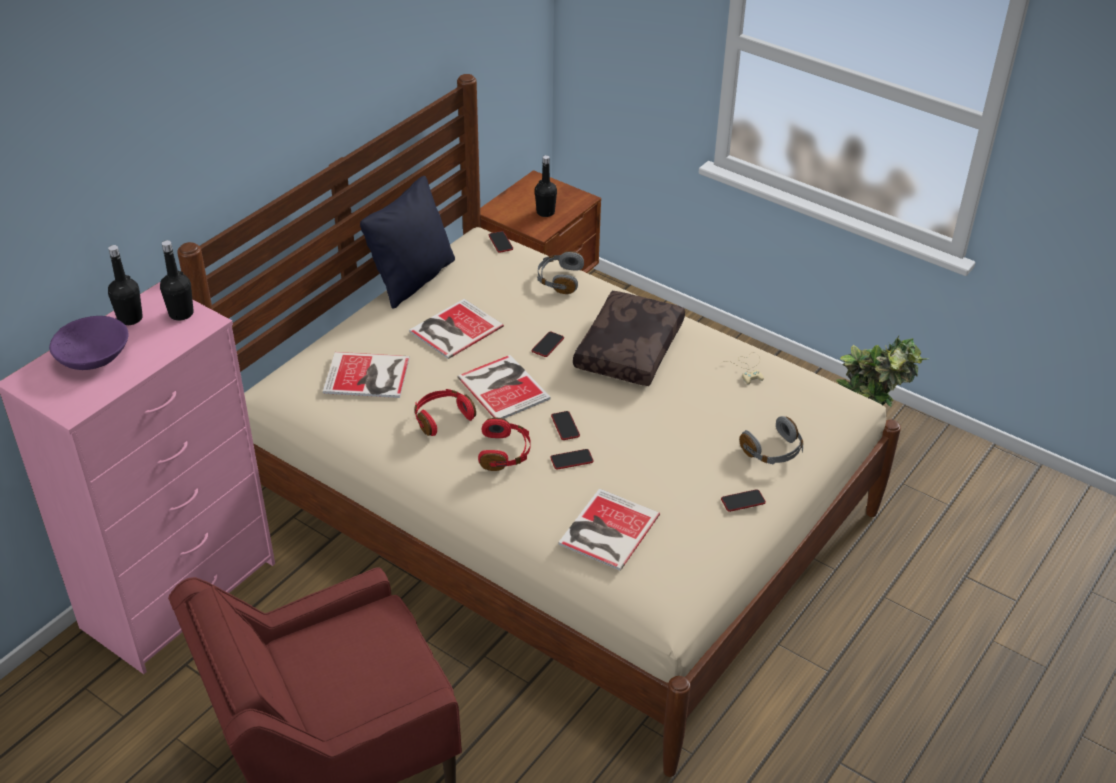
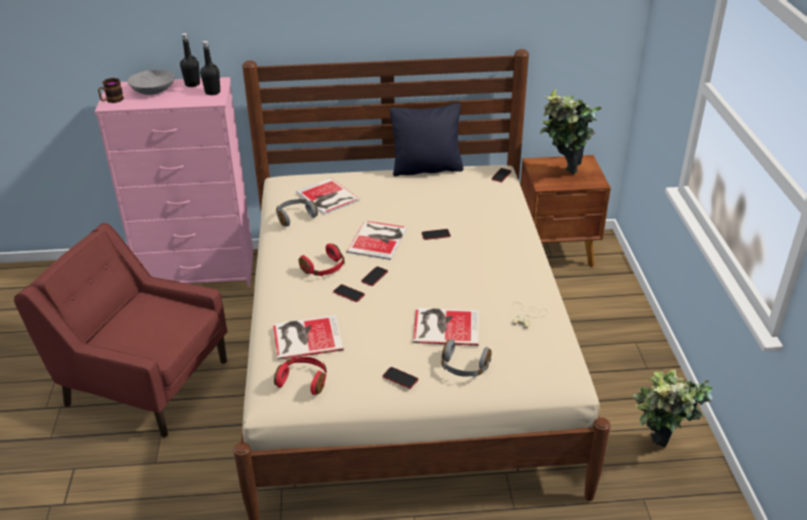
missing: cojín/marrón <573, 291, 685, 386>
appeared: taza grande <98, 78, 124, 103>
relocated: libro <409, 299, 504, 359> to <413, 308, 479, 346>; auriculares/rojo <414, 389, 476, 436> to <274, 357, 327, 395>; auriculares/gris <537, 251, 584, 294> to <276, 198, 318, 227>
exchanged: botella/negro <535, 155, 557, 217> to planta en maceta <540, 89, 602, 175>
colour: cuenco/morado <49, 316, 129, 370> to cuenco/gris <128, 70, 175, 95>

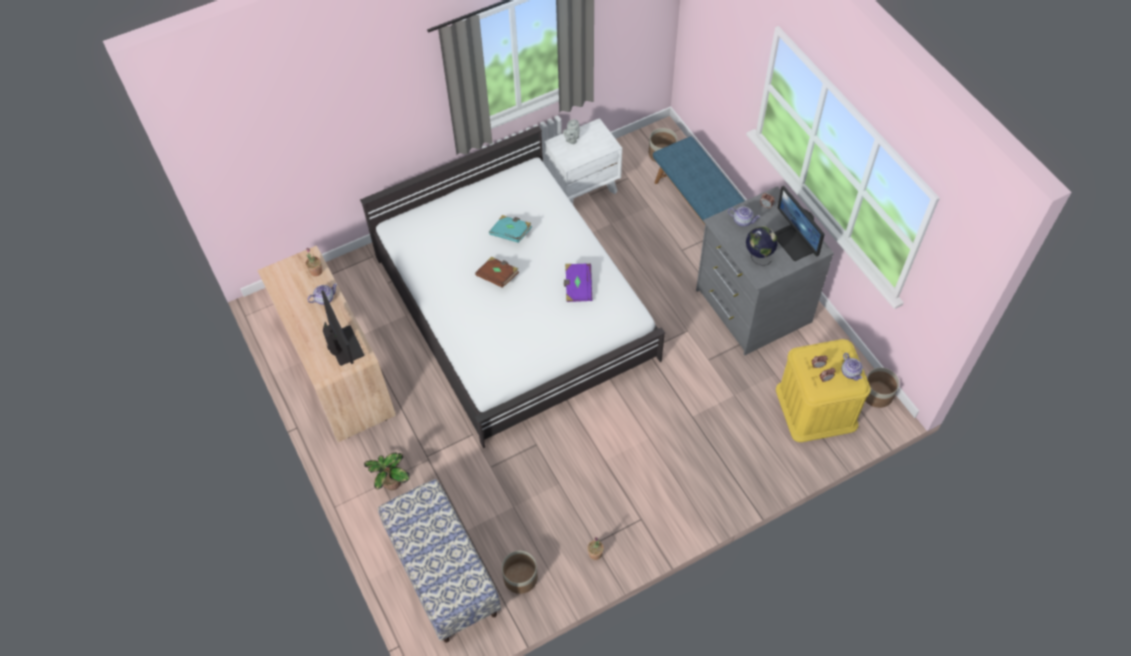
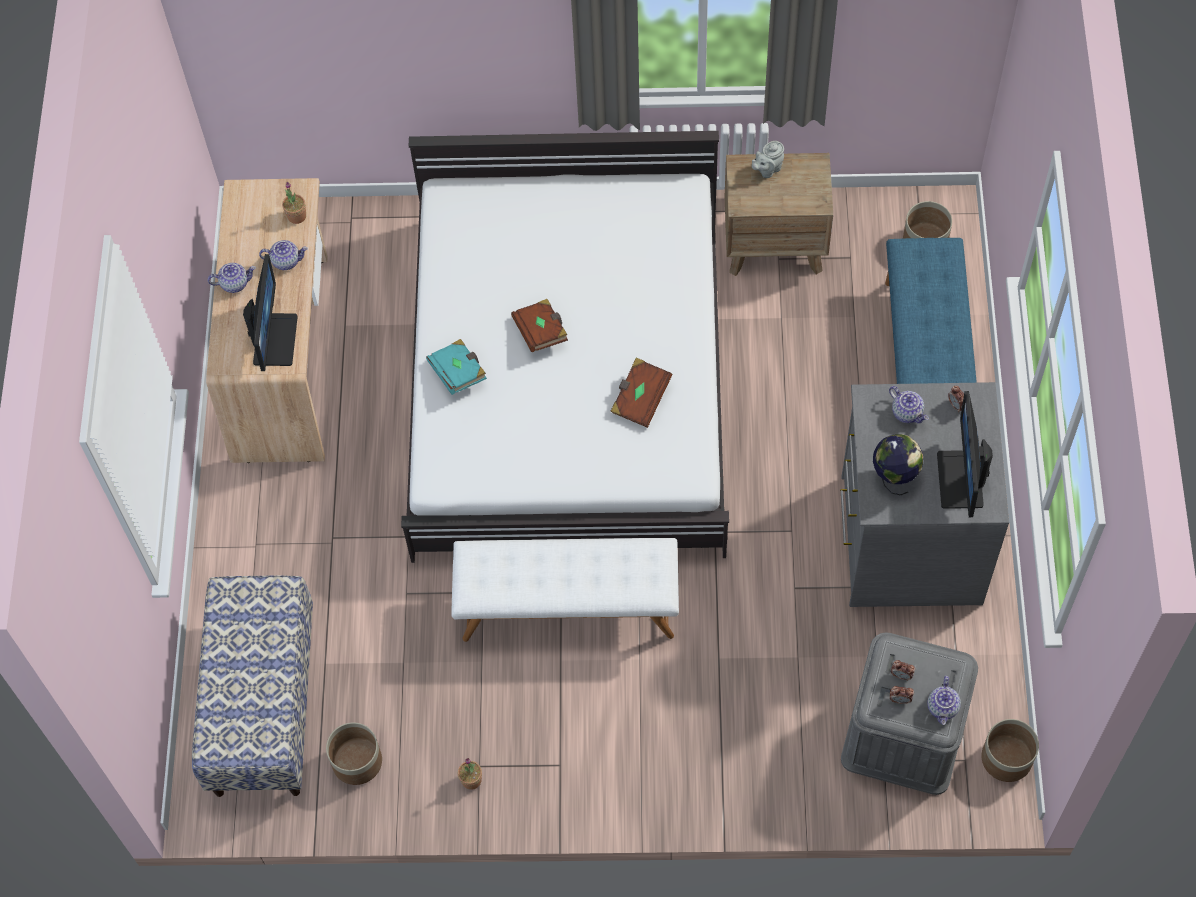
missing: planta en maceta <364, 452, 410, 490>
appeared: tetera <207, 263, 256, 293>; banco/blanco <451, 538, 679, 642>
relocated: libro/turquesa <489, 215, 532, 243> to <426, 339, 487, 395>
colour: mesita de noche/blanco <544, 118, 622, 204> to mesita de noche/marrón <725, 153, 833, 276>; libro/morado <564, 263, 592, 302> to libro/marrón <611, 358, 673, 428>; caja de almacenaje/amarillo <776, 339, 871, 442> to caja de almacenaje/gris <841, 632, 978, 795>

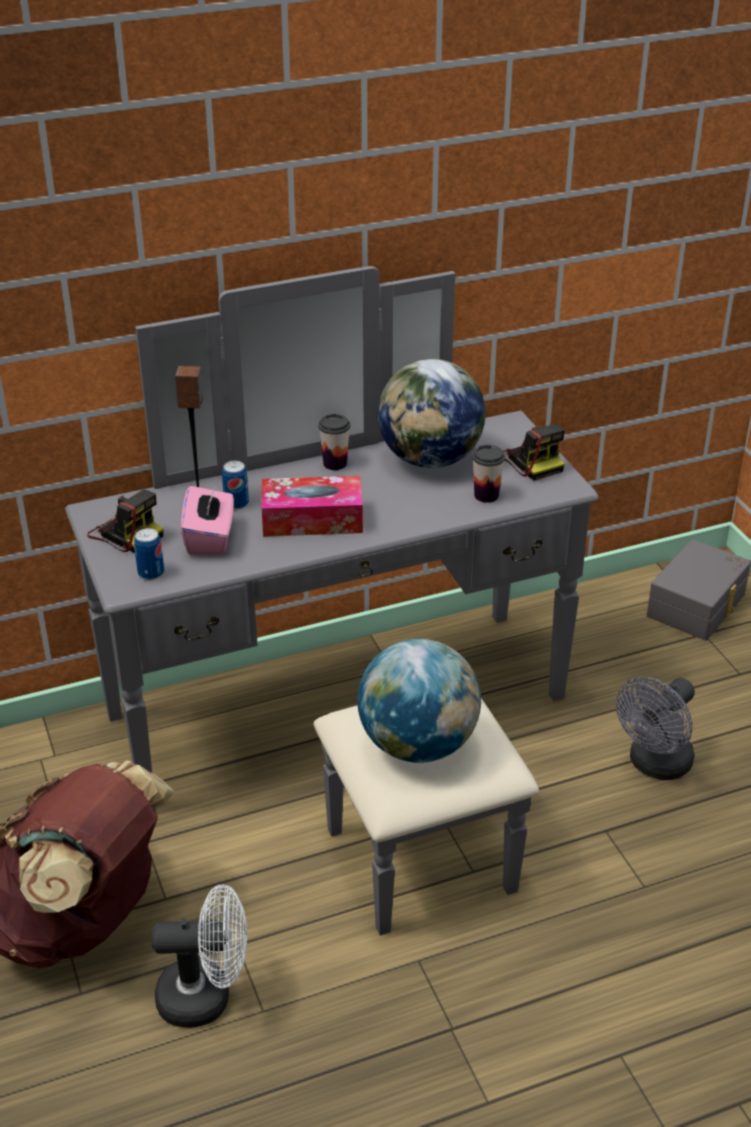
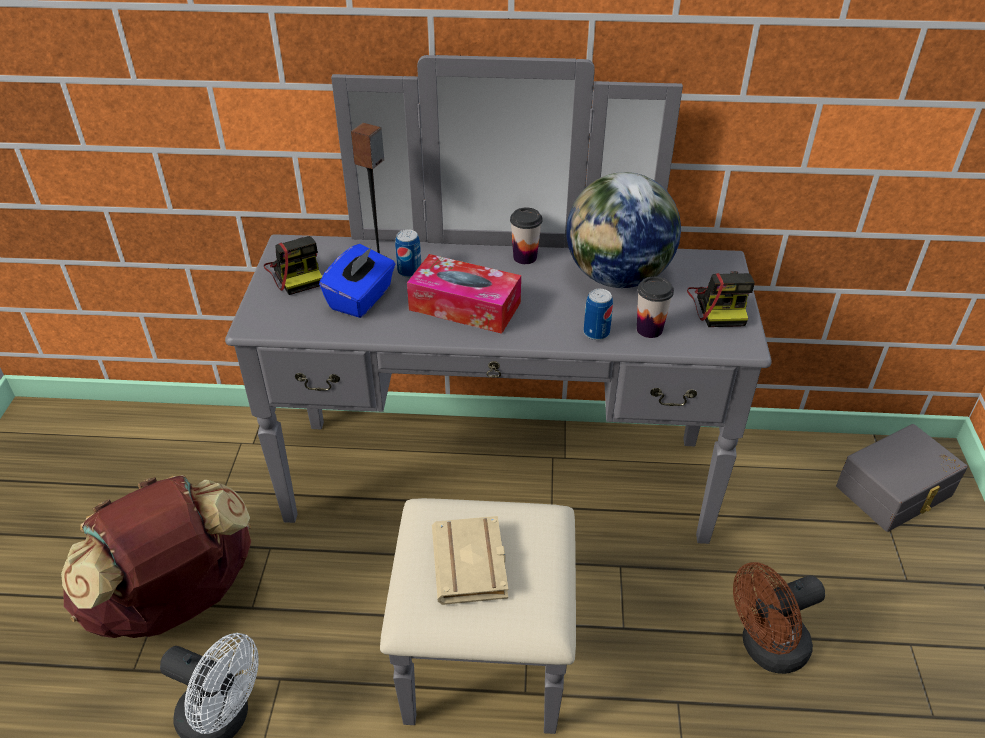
relocated: lata <134, 528, 164, 580> to <584, 289, 613, 340>
exchanged: globo terráqueo <358, 639, 481, 763> to libro/beis <432, 516, 508, 605>
colour: caja de pañuelos/rosa <181, 486, 234, 555> to caja de pañuelos/azul <319, 244, 395, 318>; ventilador/gris <616, 677, 695, 780> to ventilador/marrón <733, 562, 825, 674>

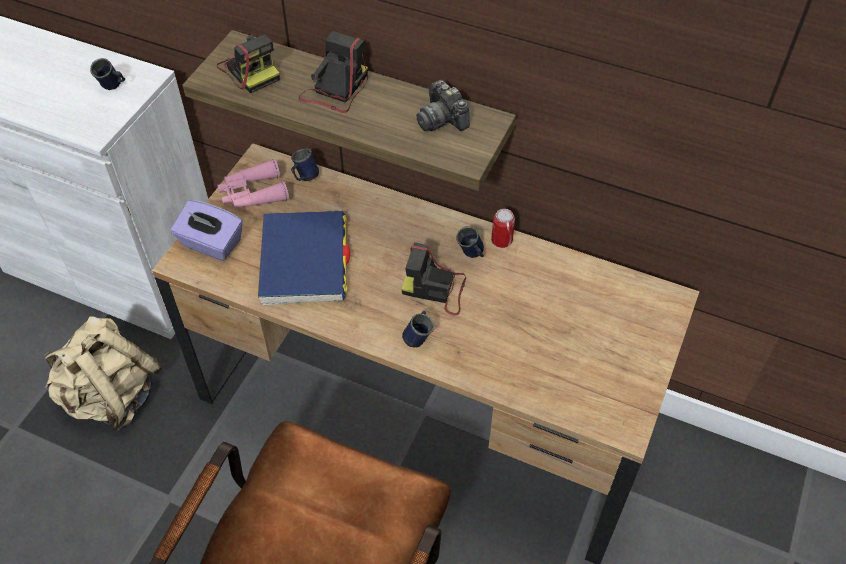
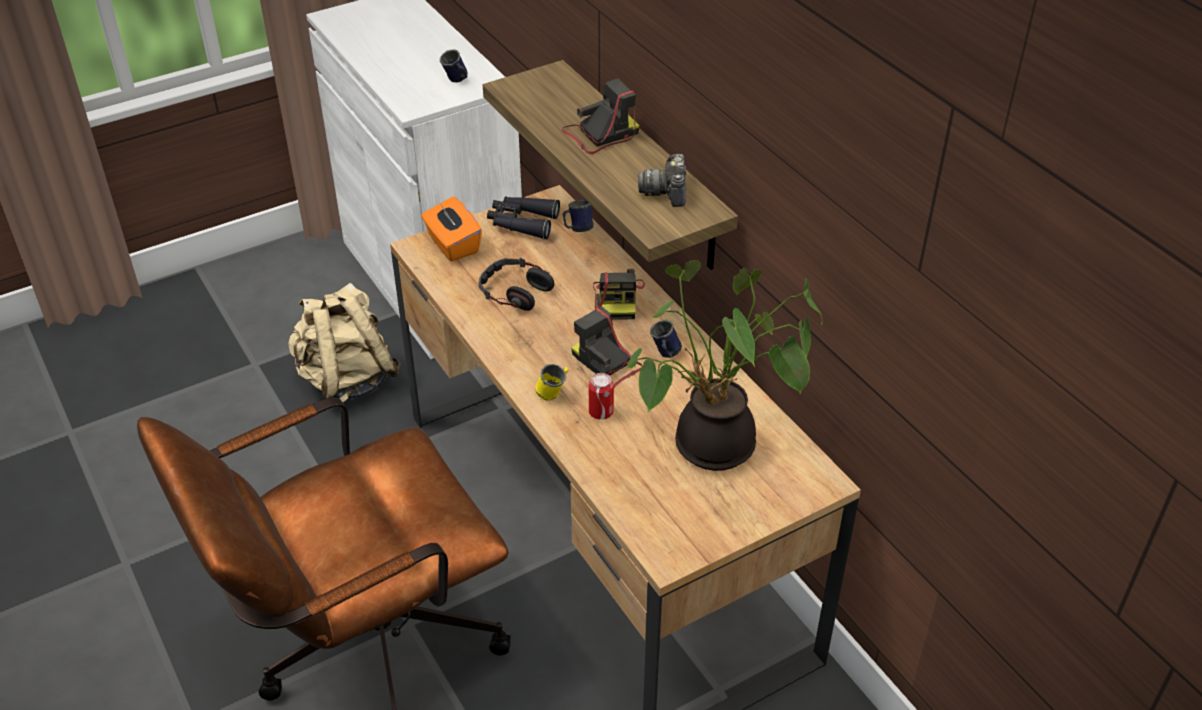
appeared: planta en maceta <627, 260, 823, 471>
relocated: cámara <217, 35, 280, 93> to <593, 269, 645, 320>; lata <491, 209, 515, 248> to <589, 373, 614, 420>
exchanged: libro/azul <258, 211, 350, 306> to auriculares <479, 258, 554, 311>
colour: caja de pañuelos/morado <171, 200, 243, 261> to caja de pañuelos/naranja <421, 197, 482, 261>; prismáticos/rosa <218, 159, 289, 209> to prismáticos/negro <487, 196, 560, 240>; taza grande/azul <402, 311, 434, 347> to taza grande/amarillo <536, 364, 568, 401>

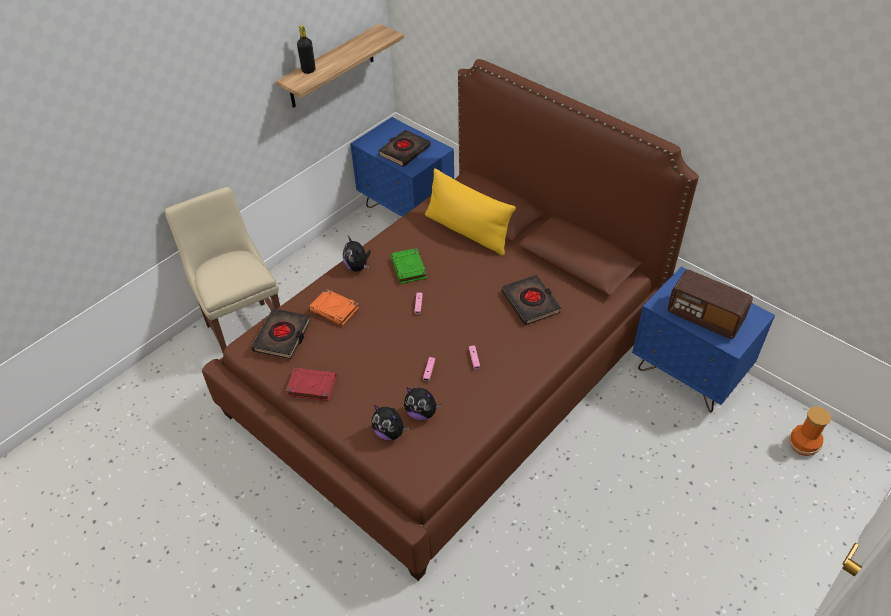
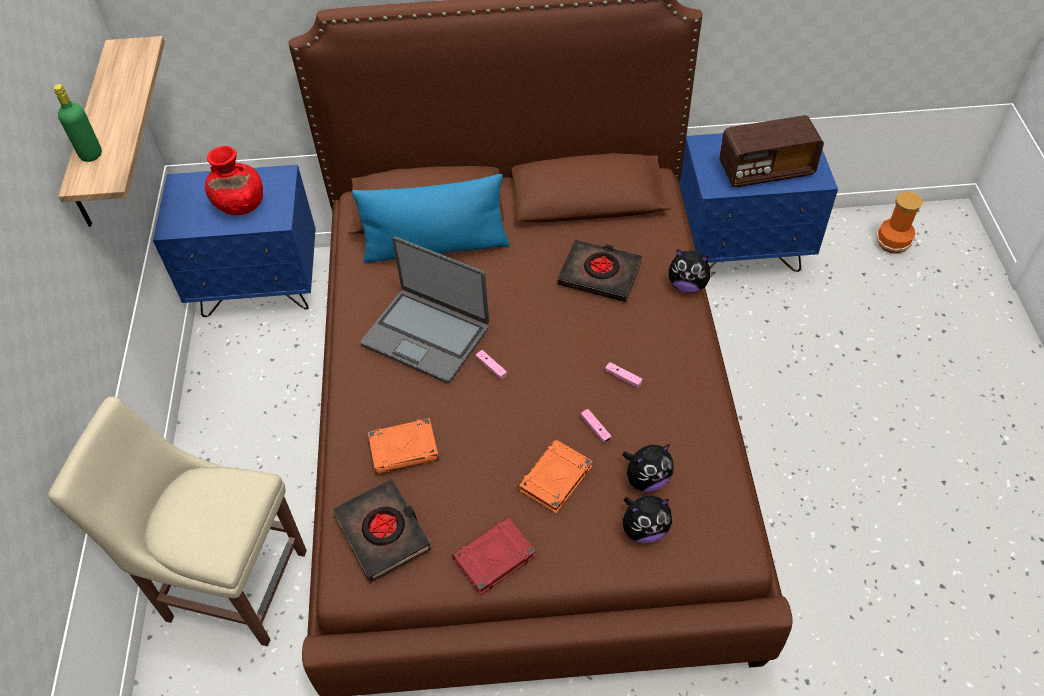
appeared: libro/naranja <517, 440, 593, 514>
relocated: peluche <343, 236, 371, 272> to <669, 249, 716, 293>
exchanged: libro/negro <378, 130, 431, 167> to florero/rojo <205, 146, 263, 215>; libro/verde <391, 248, 427, 284> to portátil <361, 236, 489, 383>
colour: botella/negro <297, 25, 315, 74> to botella/verde <53, 84, 102, 162>; cojín/amarillo <425, 169, 516, 256> to cojín/azul <352, 174, 509, 263>

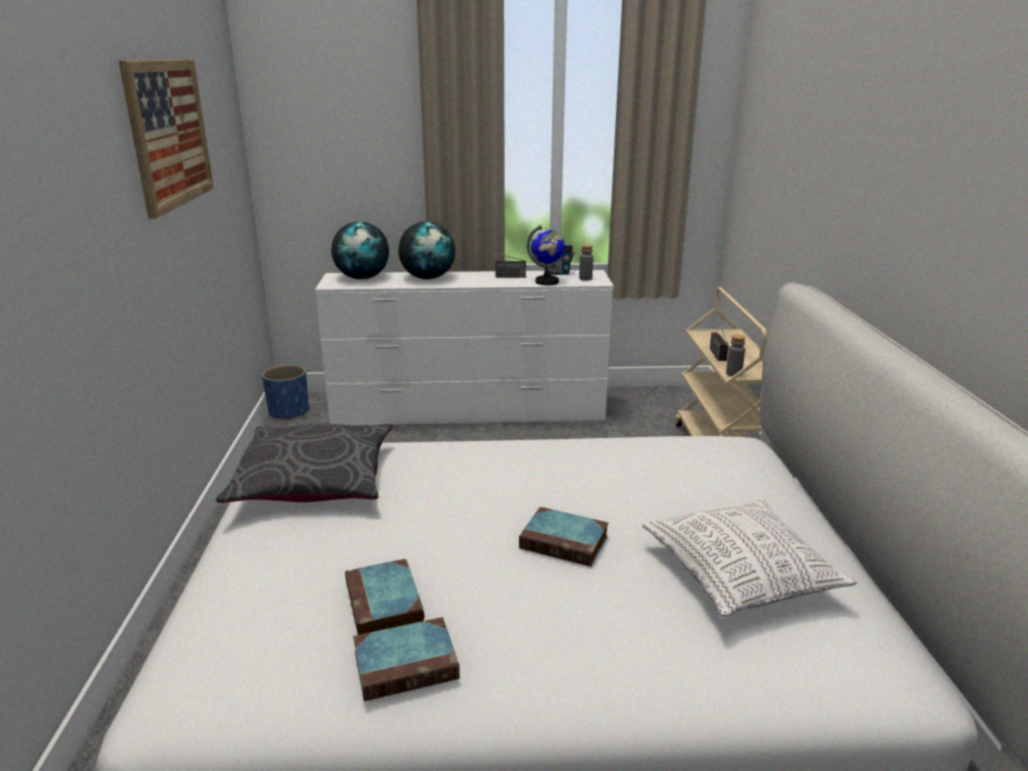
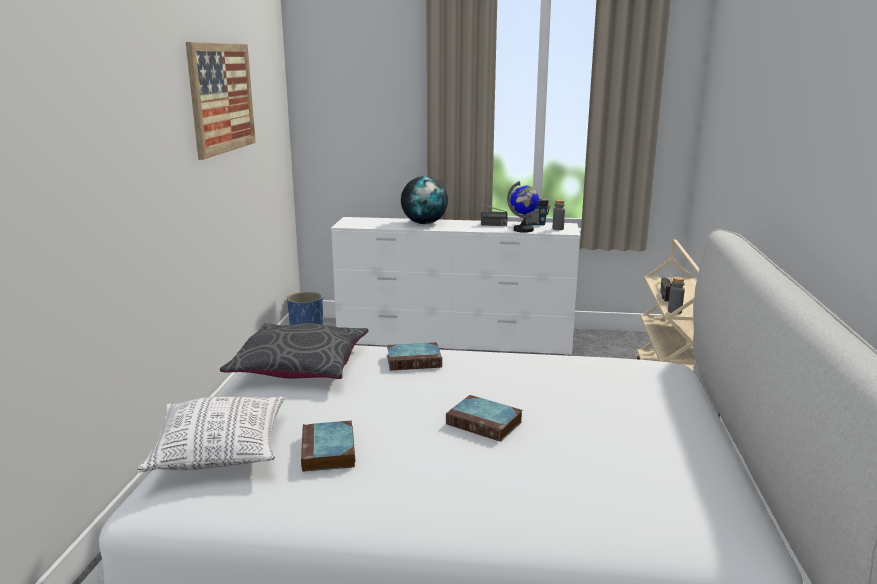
missing: globo terráqueo <331, 222, 389, 279>
relocated: libro <353, 617, 460, 701> to <387, 342, 442, 371>; cojín <642, 500, 857, 619> to <137, 396, 285, 472>

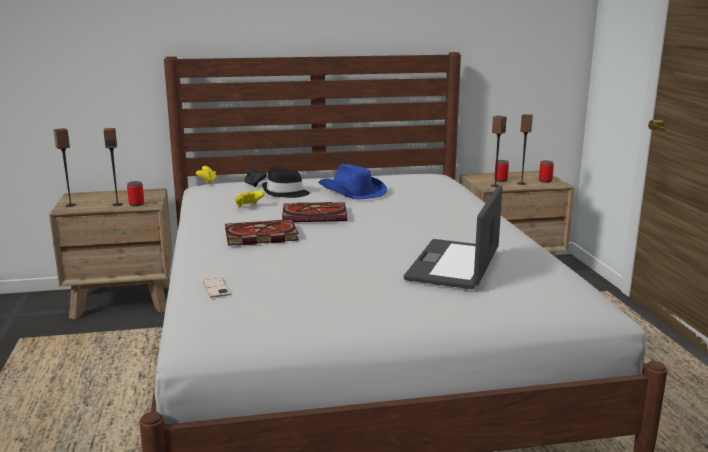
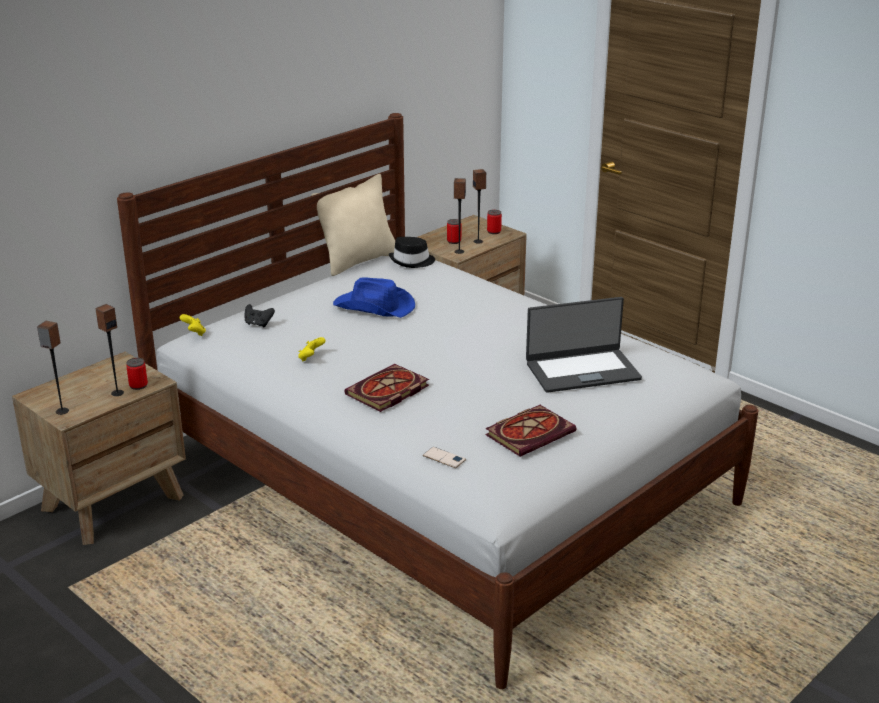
appeared: cojín/beis <311, 174, 395, 276>
relocated: sombrero/negro <262, 167, 310, 198> to <389, 237, 435, 268>; libro <282, 202, 347, 222> to <485, 405, 576, 457>
spun: portátil <404, 185, 503, 289> = <526, 297, 642, 393> 90 degrees counterclockwise

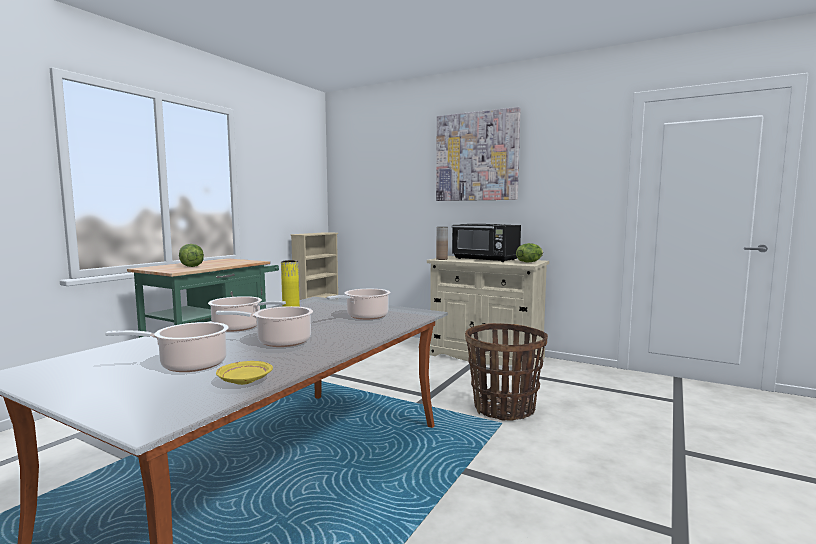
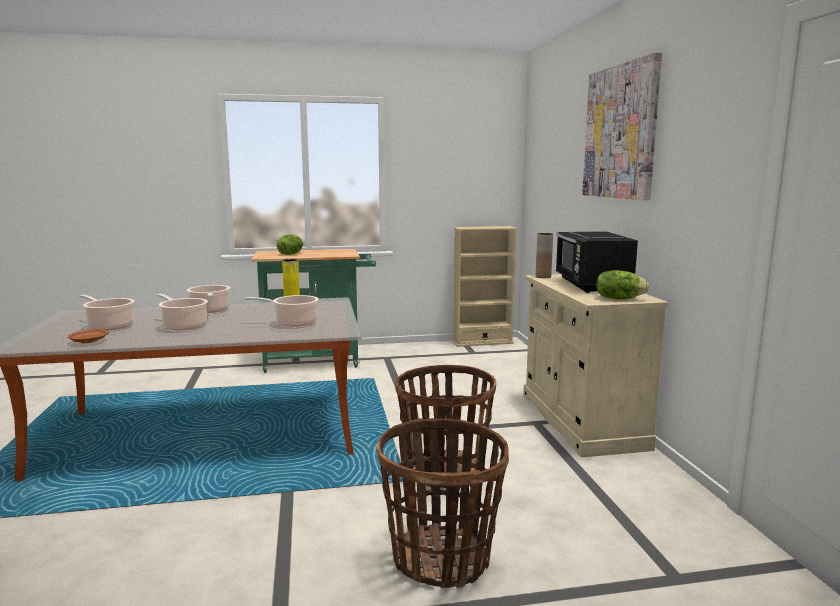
appeared: cesta <377, 418, 509, 588>
colour: plato/amarillo <216, 361, 273, 385> to plato/marrón <68, 329, 108, 343>

